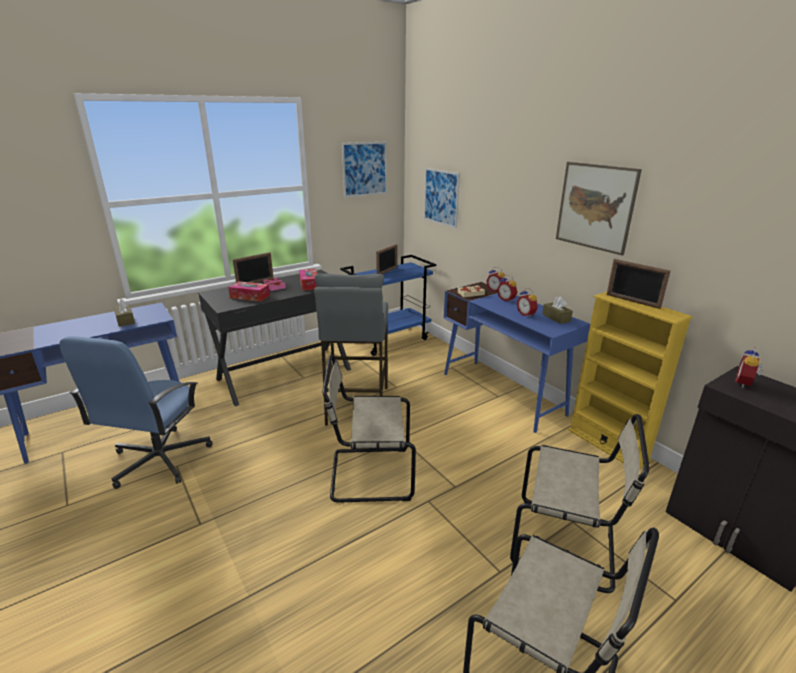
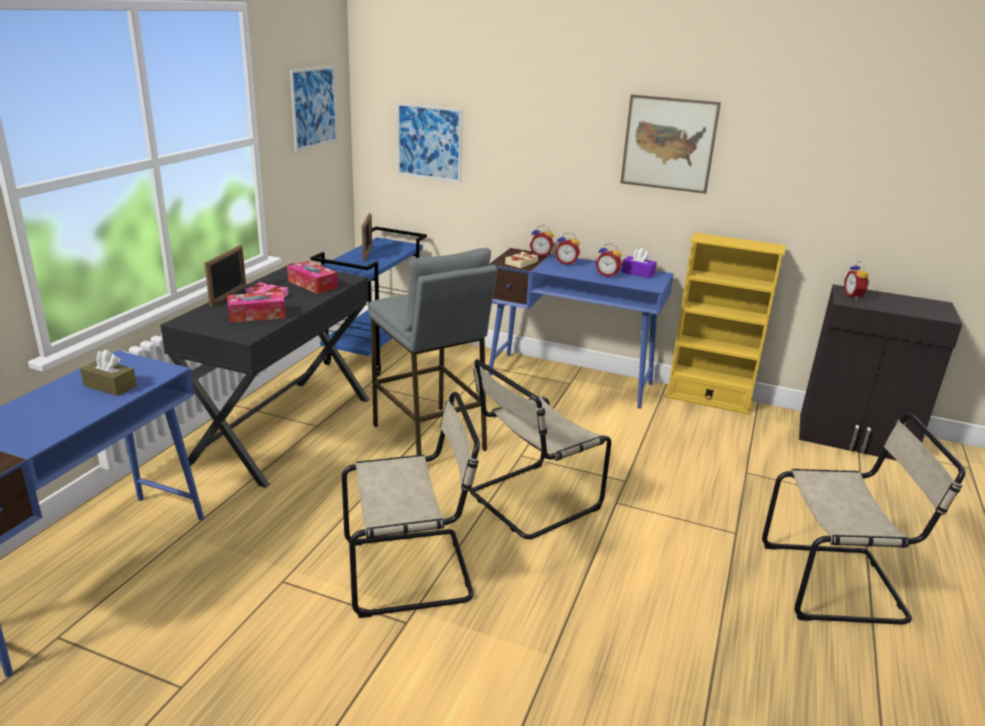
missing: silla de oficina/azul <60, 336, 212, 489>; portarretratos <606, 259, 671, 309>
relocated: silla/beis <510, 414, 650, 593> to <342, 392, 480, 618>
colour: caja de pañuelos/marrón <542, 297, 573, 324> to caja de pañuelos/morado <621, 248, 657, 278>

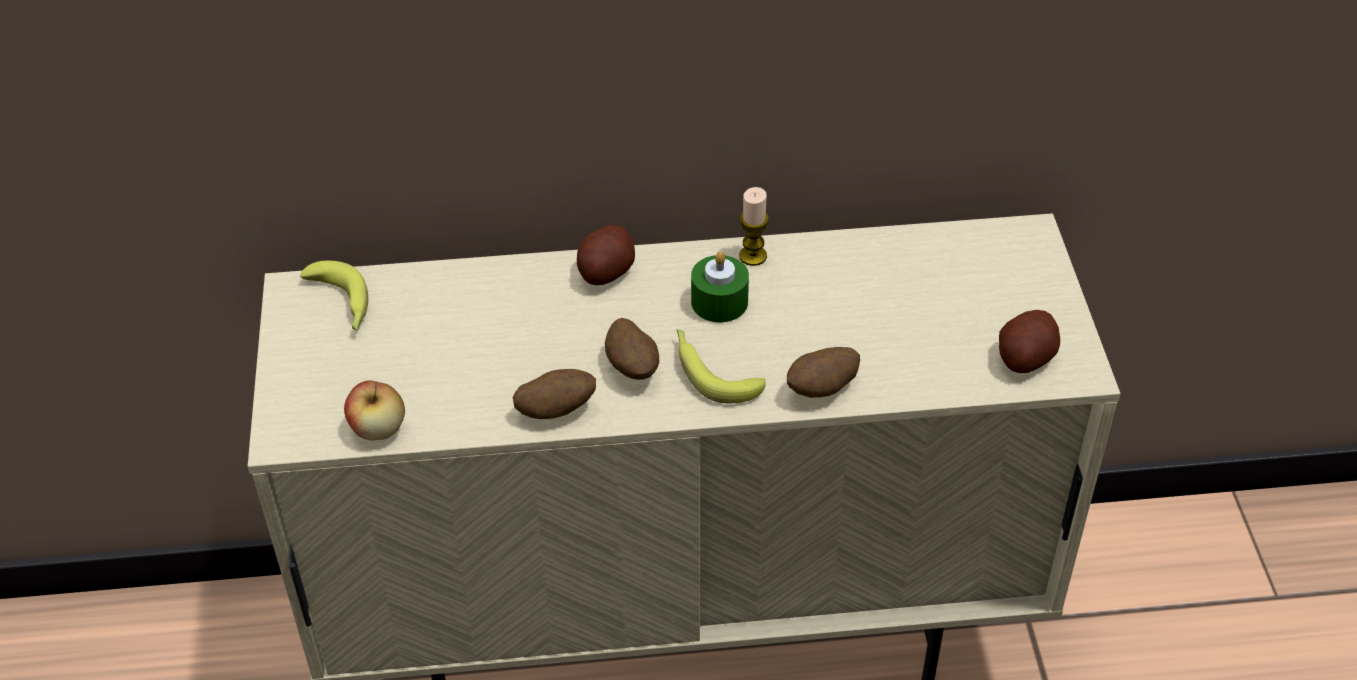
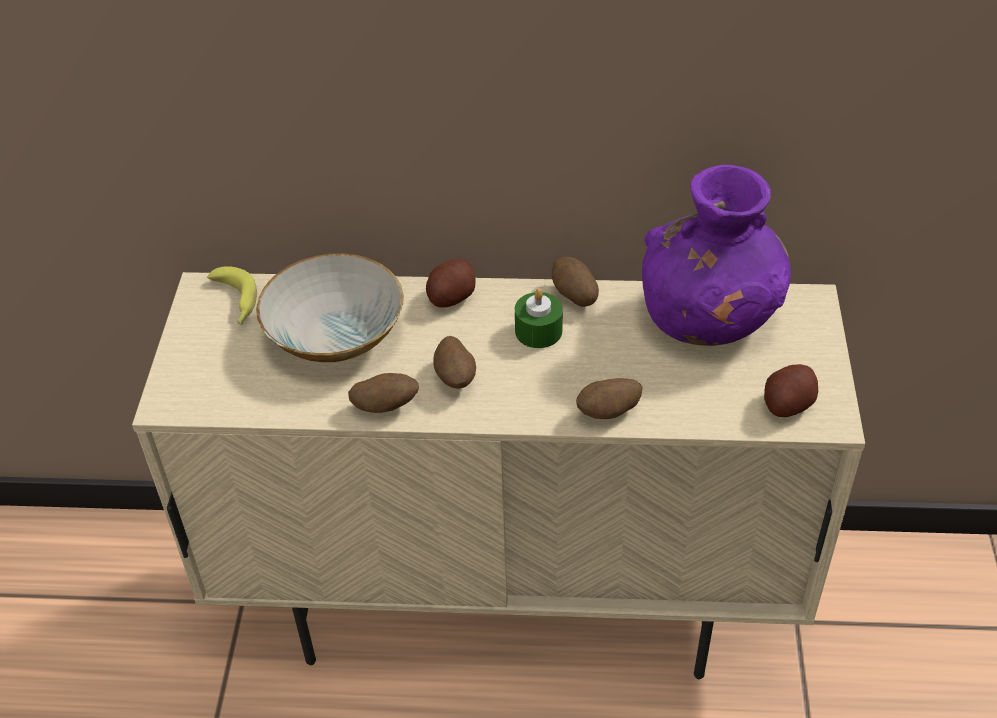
missing: manzana <344, 381, 405, 440>; plátano <676, 329, 766, 403>
appeared: cuenco <256, 253, 404, 362>; florero/morado <642, 165, 791, 346>
exchanged: vela <739, 187, 769, 266> to patata <552, 256, 599, 307>

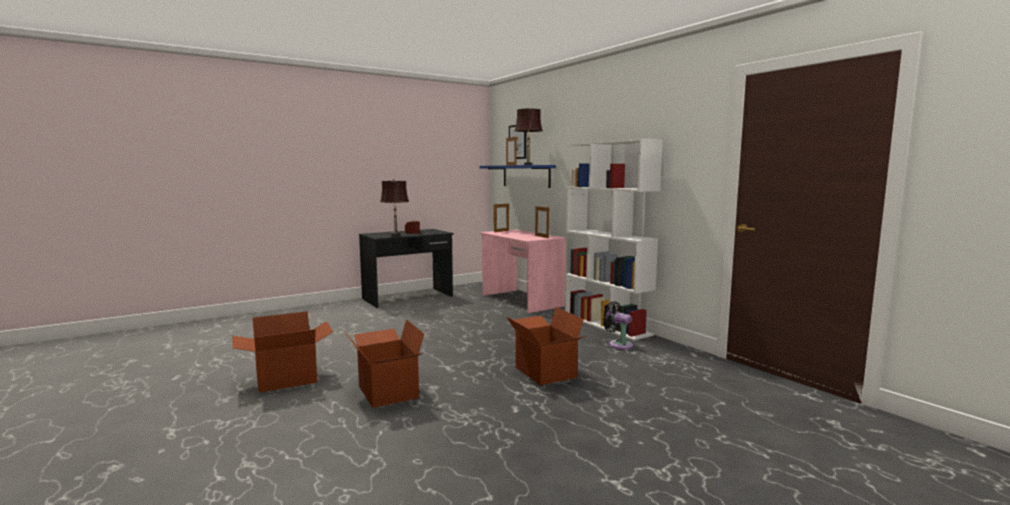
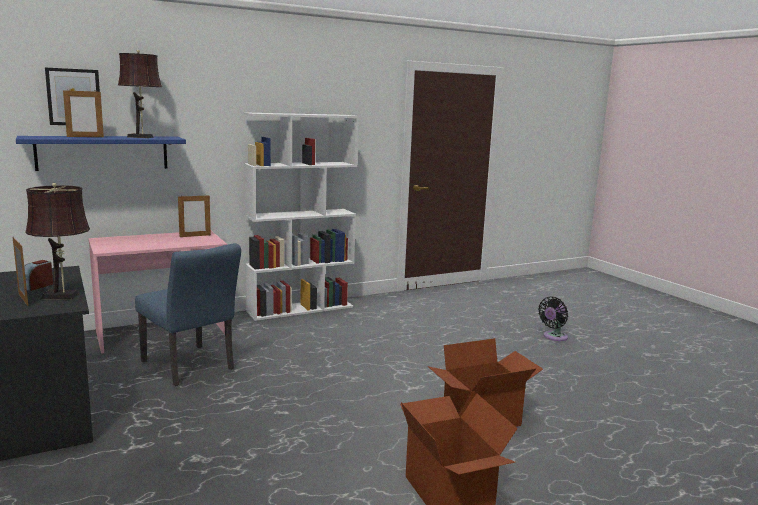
missing: caja de cartón <506, 307, 587, 385>
appeared: silla/azul <135, 243, 241, 386>
relocated: portarretratos <494, 204, 509, 232> to <13, 236, 28, 306>; ventilador/negro <603, 301, 633, 349> to <538, 297, 568, 341>

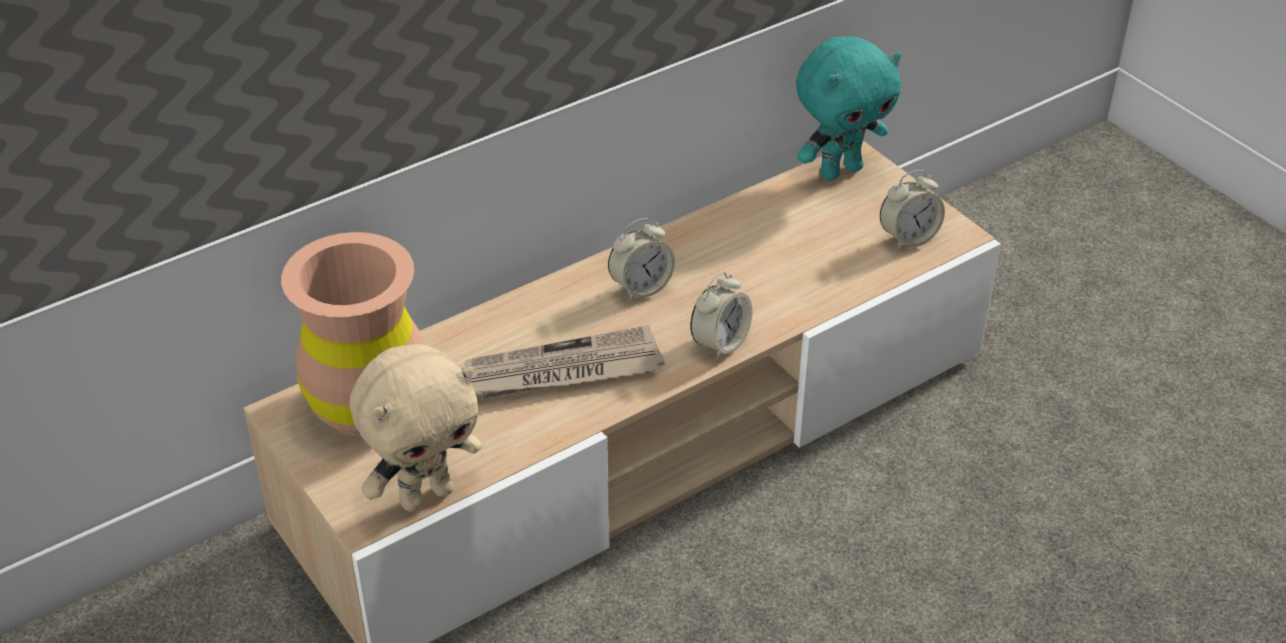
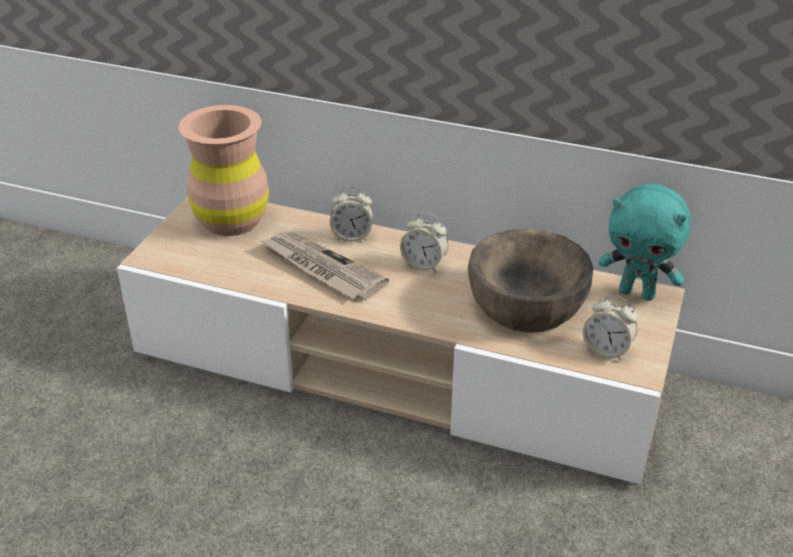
missing: peluche/beis <350, 344, 482, 512>
appeared: cuenco/marrón <468, 229, 593, 333>
relocated: despertador <690, 272, 753, 360> to <330, 186, 373, 242>

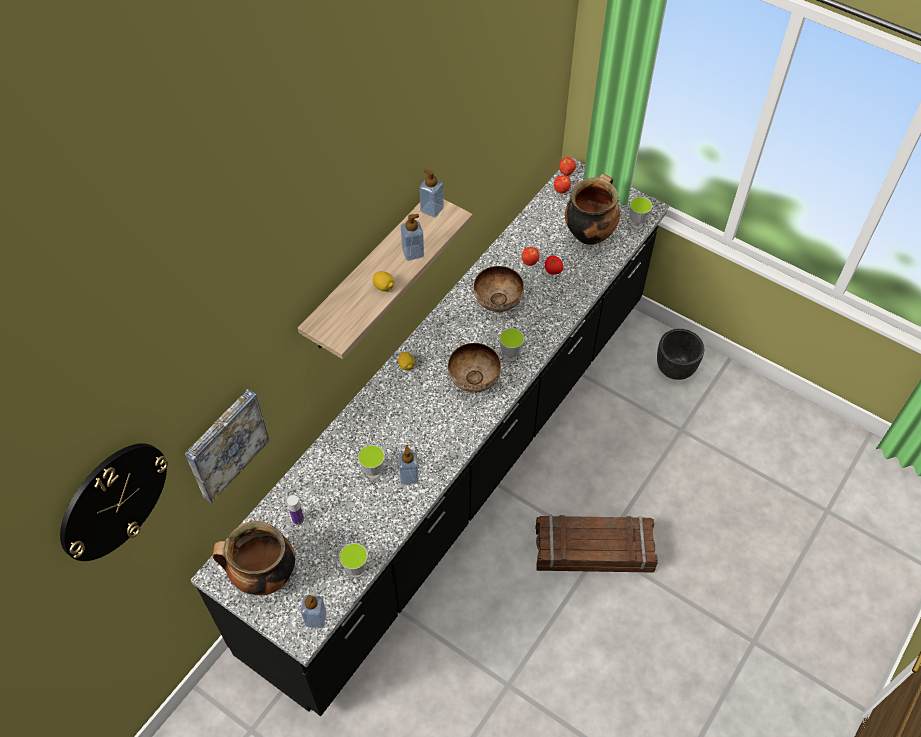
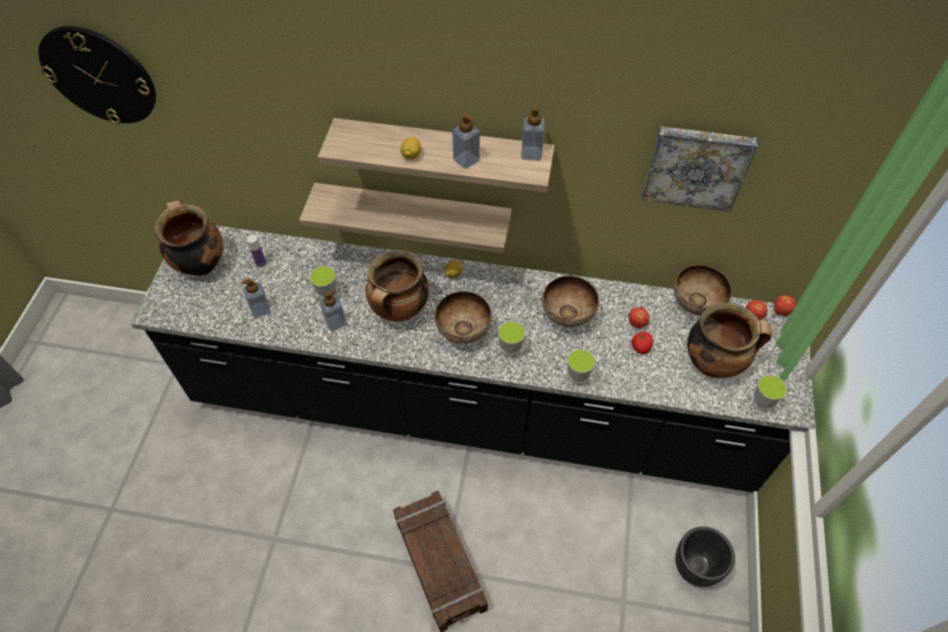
appeared: estante <299, 183, 512, 253>; olla <366, 250, 429, 322>; cuenco <674, 265, 731, 315>
relocated: cuadro <185, 389, 270, 503> to <642, 126, 757, 212>; dispensador de jabón <301, 595, 326, 628> to <242, 278, 271, 318>; taza <339, 543, 368, 578> to <568, 349, 595, 385>

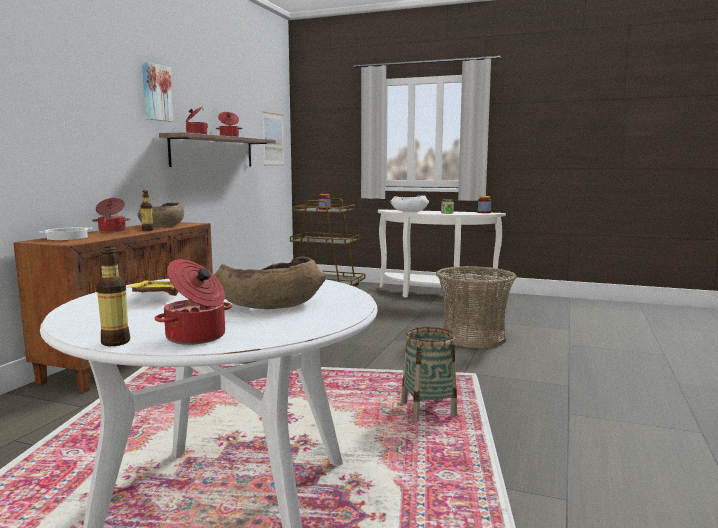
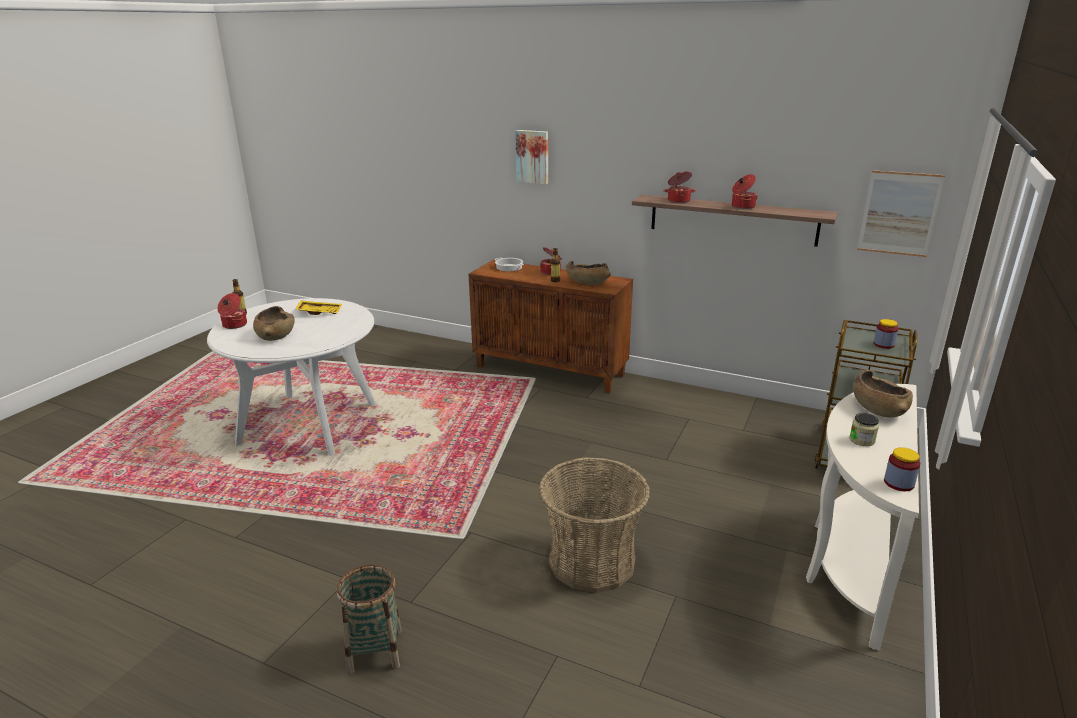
relocated: cuadro <142, 62, 174, 122> to <515, 130, 548, 184>; cesta <401, 327, 457, 420> to <337, 564, 402, 674>
colour: cuenco/blanco <390, 195, 429, 212> to cuenco/marrón <853, 370, 913, 417>

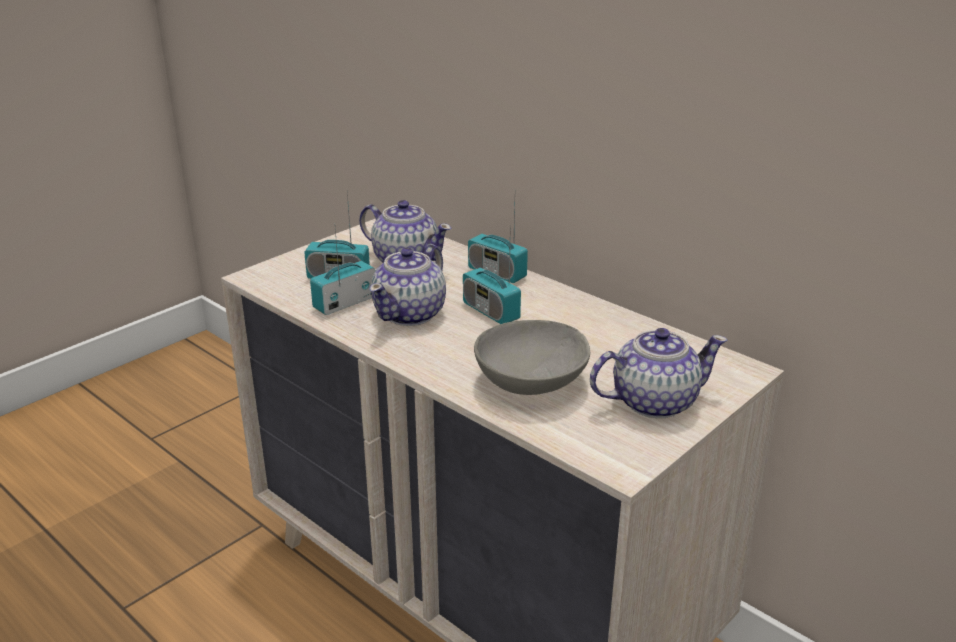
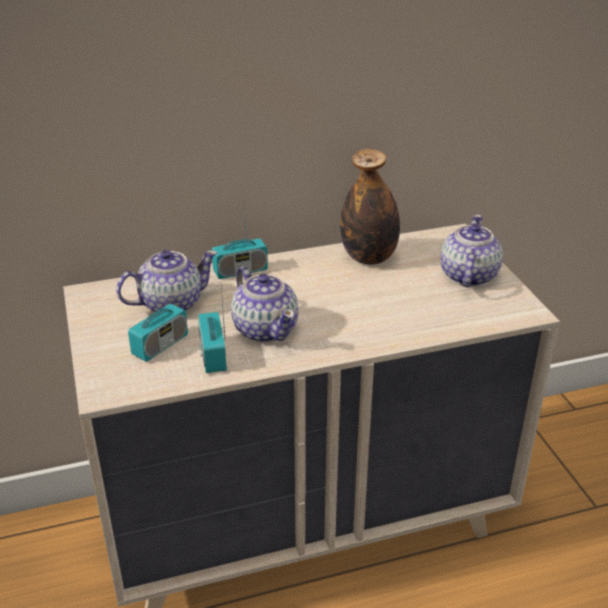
missing: radio <463, 224, 521, 324>; cuenco/gris <474, 320, 590, 395>
appeared: botella <340, 149, 400, 265>

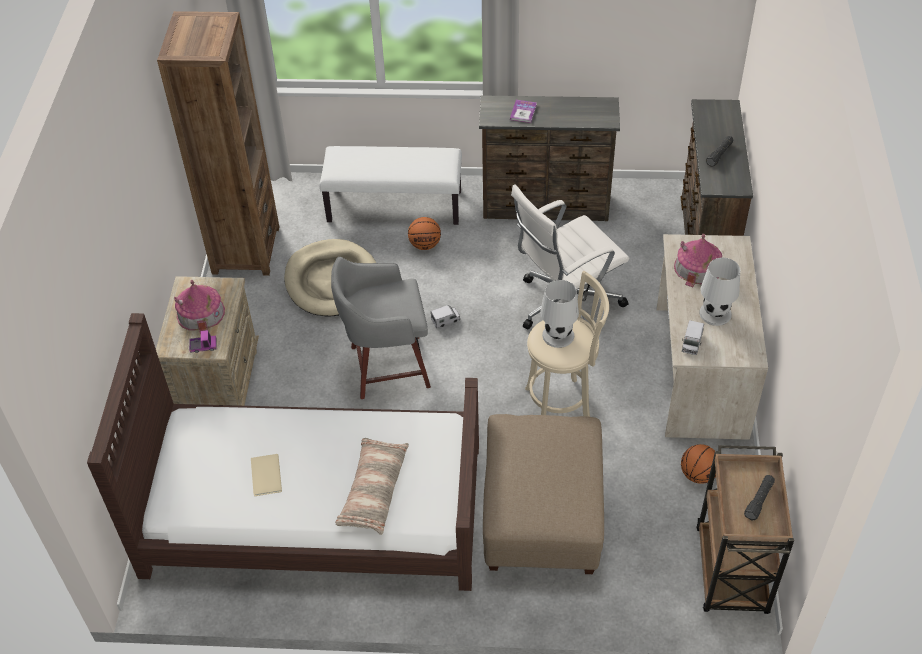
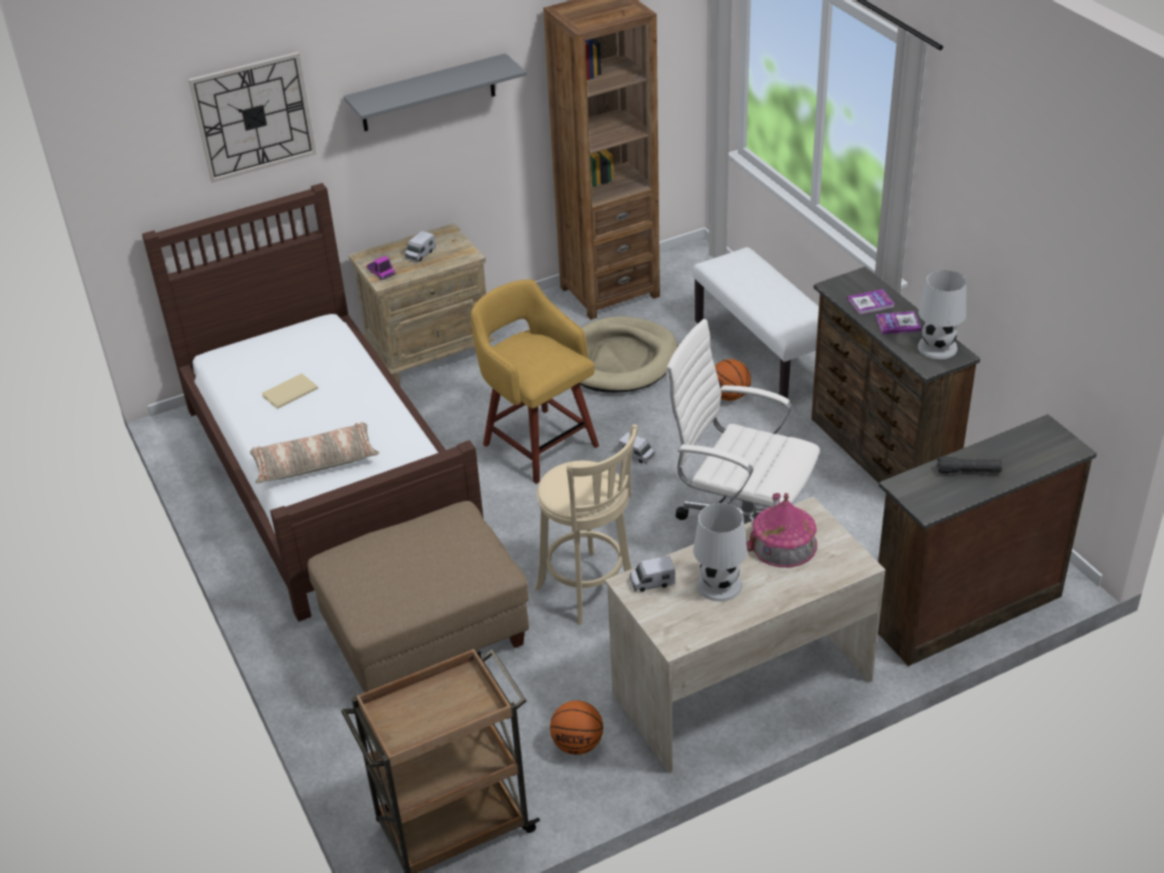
missing: linterna/negro <744, 475, 775, 520>
appeared: reloj de pared <188, 52, 316, 183>; estante/gris <344, 53, 527, 131>; libro <876, 311, 922, 334>
relocated: lámpara de mesa/blanco <540, 280, 579, 348> to <918, 270, 966, 359>
exchanged: casita <174, 280, 225, 334> to camión de juguete <405, 231, 436, 262>
colour: taburete/gris <331, 257, 431, 399> to taburete/amarillo <471, 279, 599, 484>

